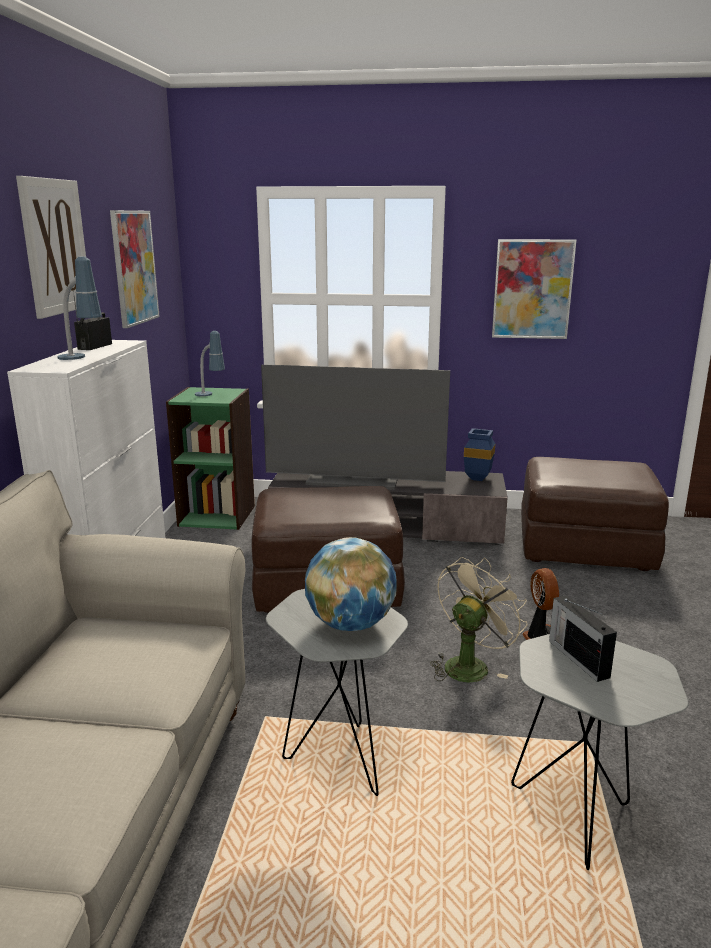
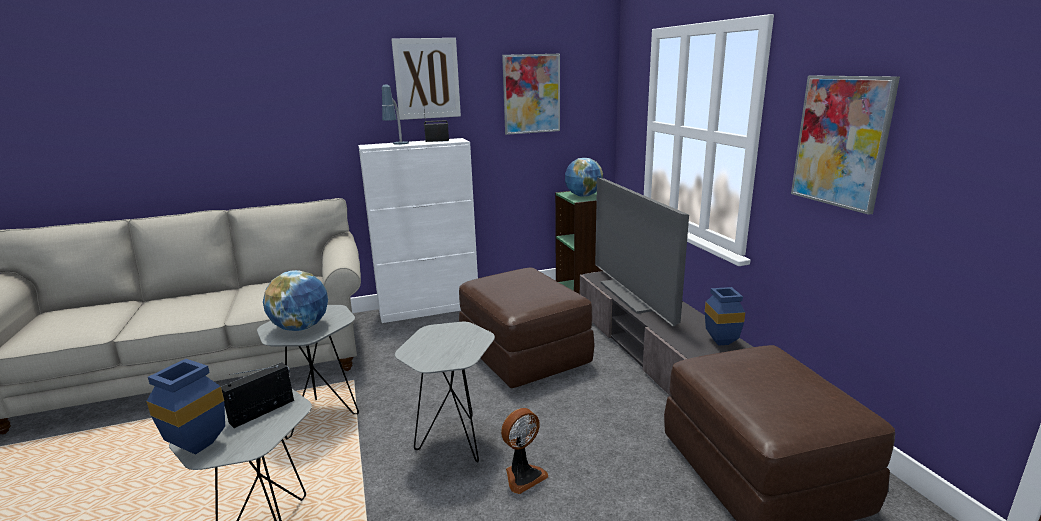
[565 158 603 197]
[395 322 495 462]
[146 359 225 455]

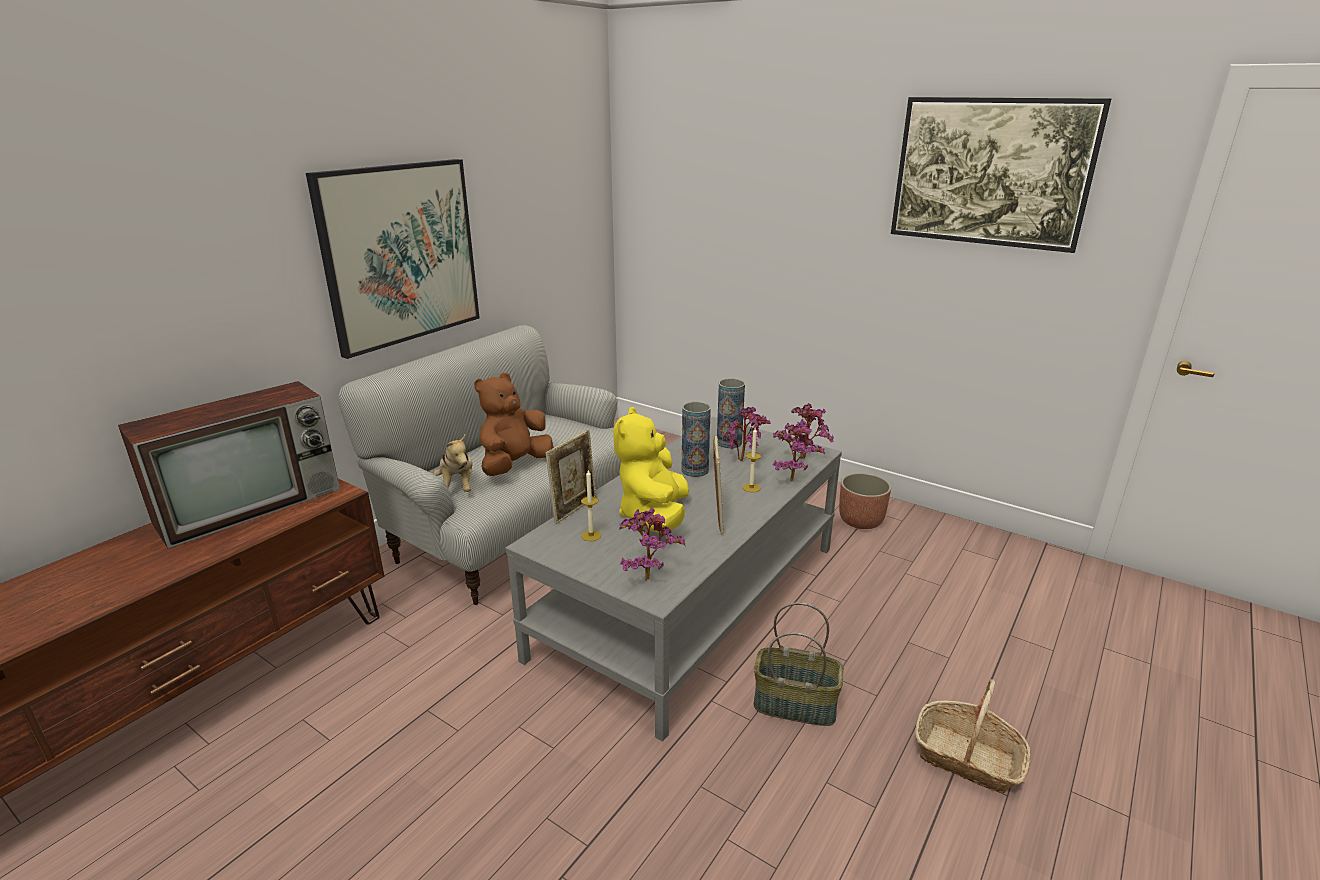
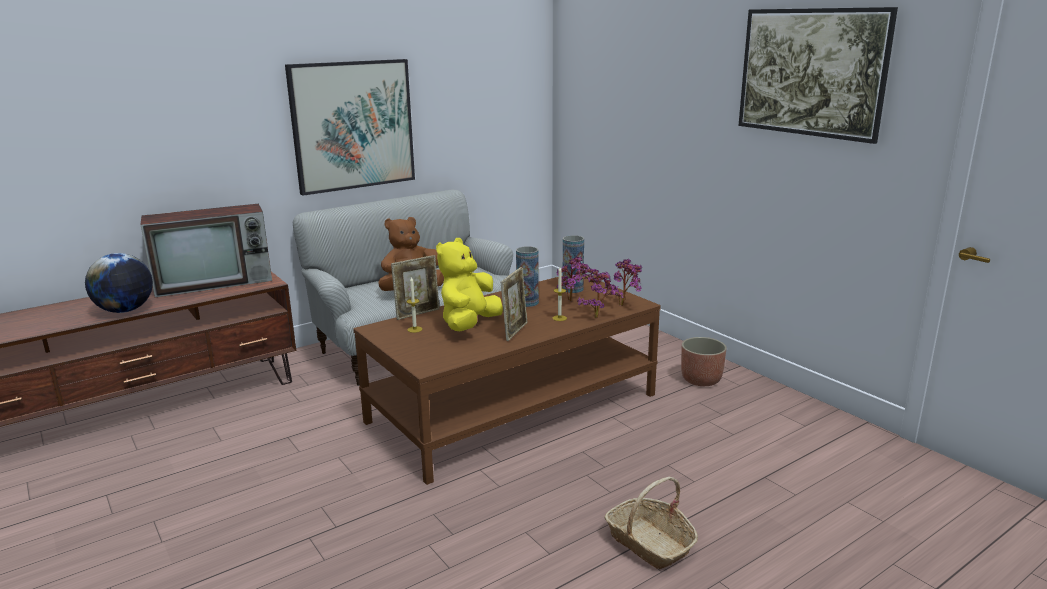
[353 276 661 485]
[434 434 473 492] (first image)
[620 508 685 581] (first image)
[754 602 844 726] (first image)
[85 253 153 313]

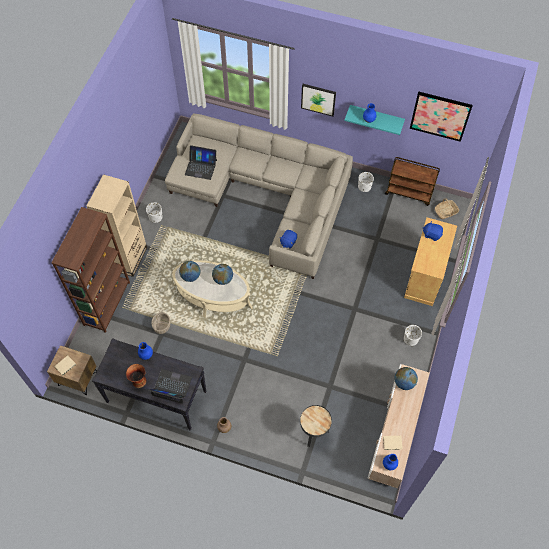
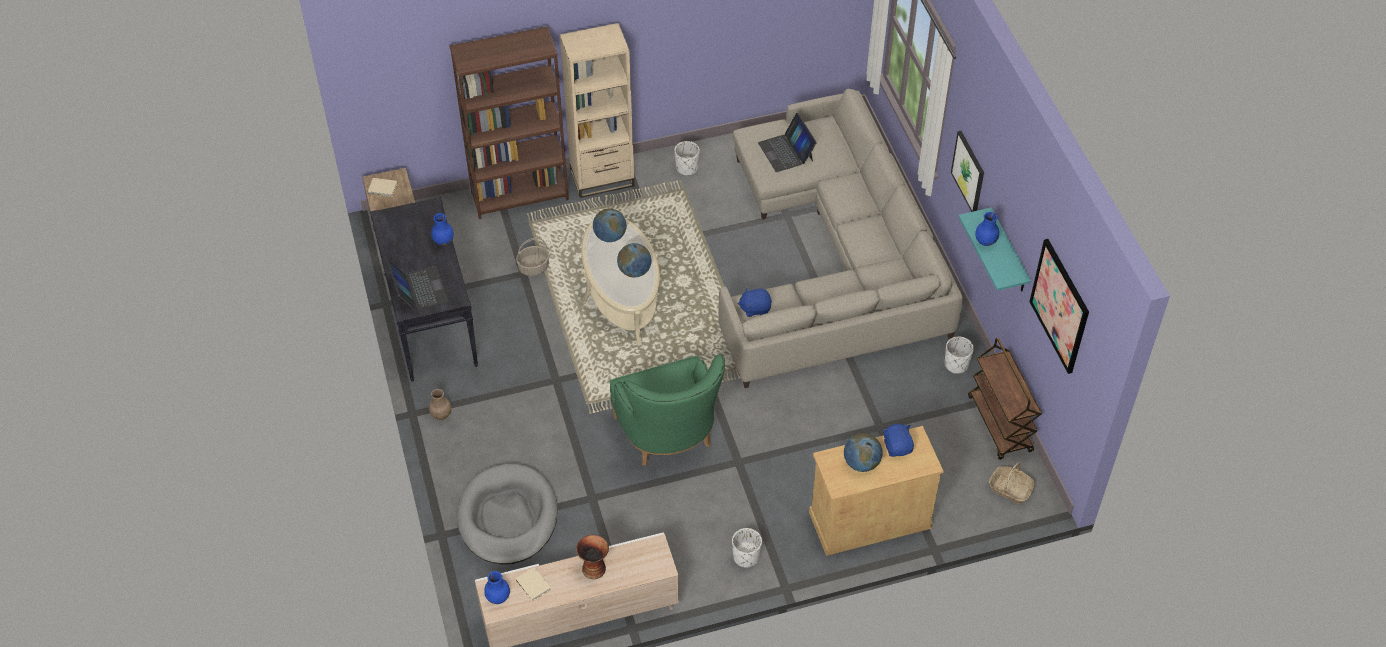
[576 535 609 579]
[844 433 883 472]
[457 464 558 565]
[610 354 725 466]

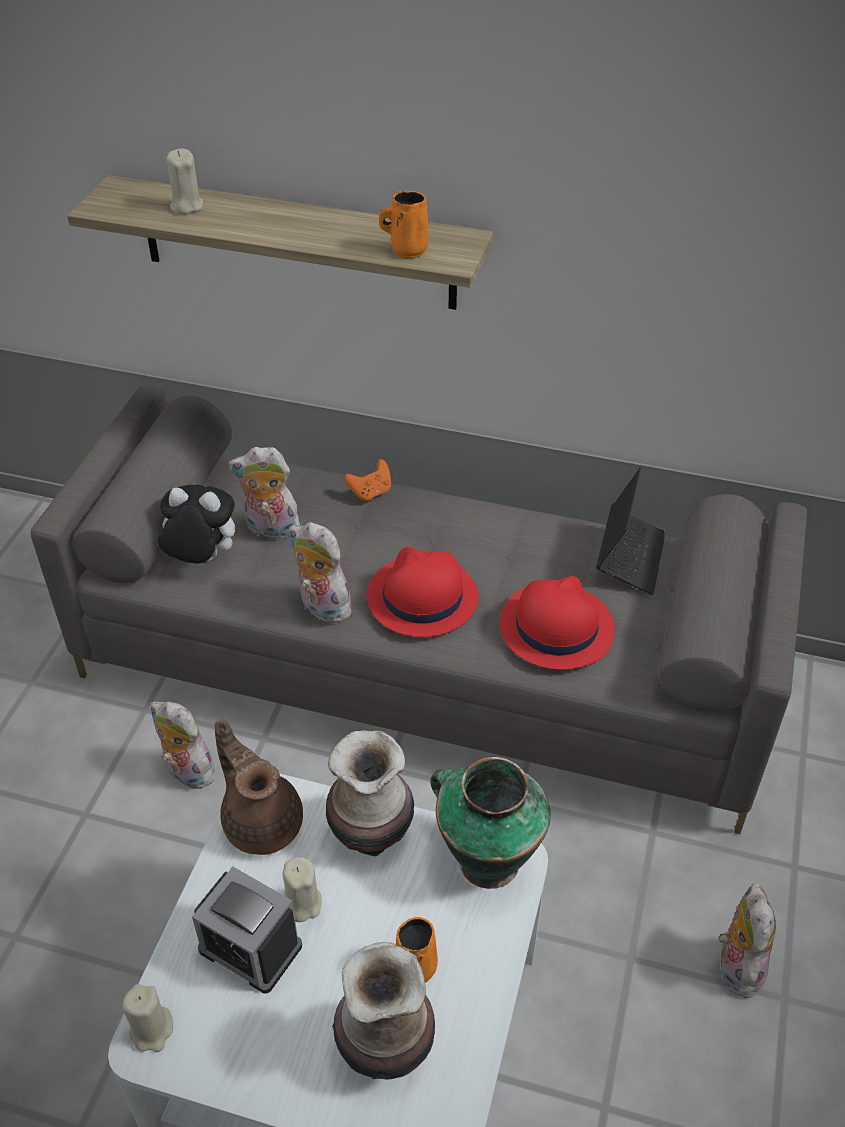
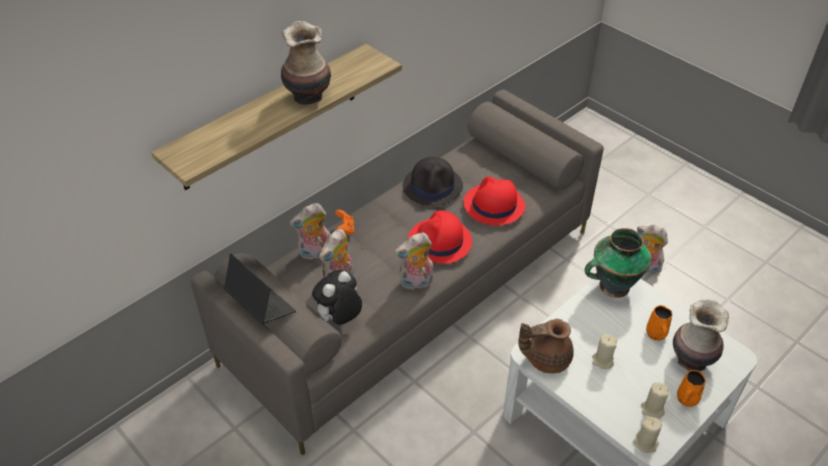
[641 382 669 418]
[677 370 706 407]
[223 254 296 324]
[289 203 330 260]
[281 21 331 105]
[192 866 302 993] (first image)
[403 157 463 206]

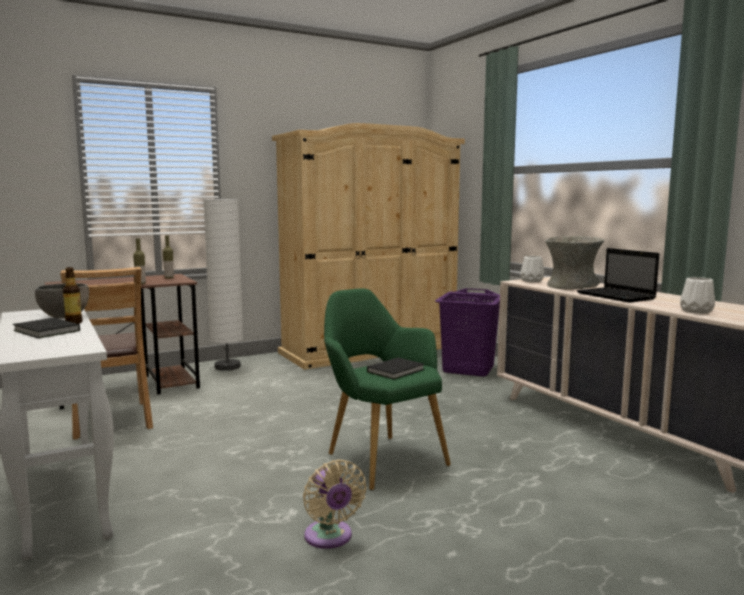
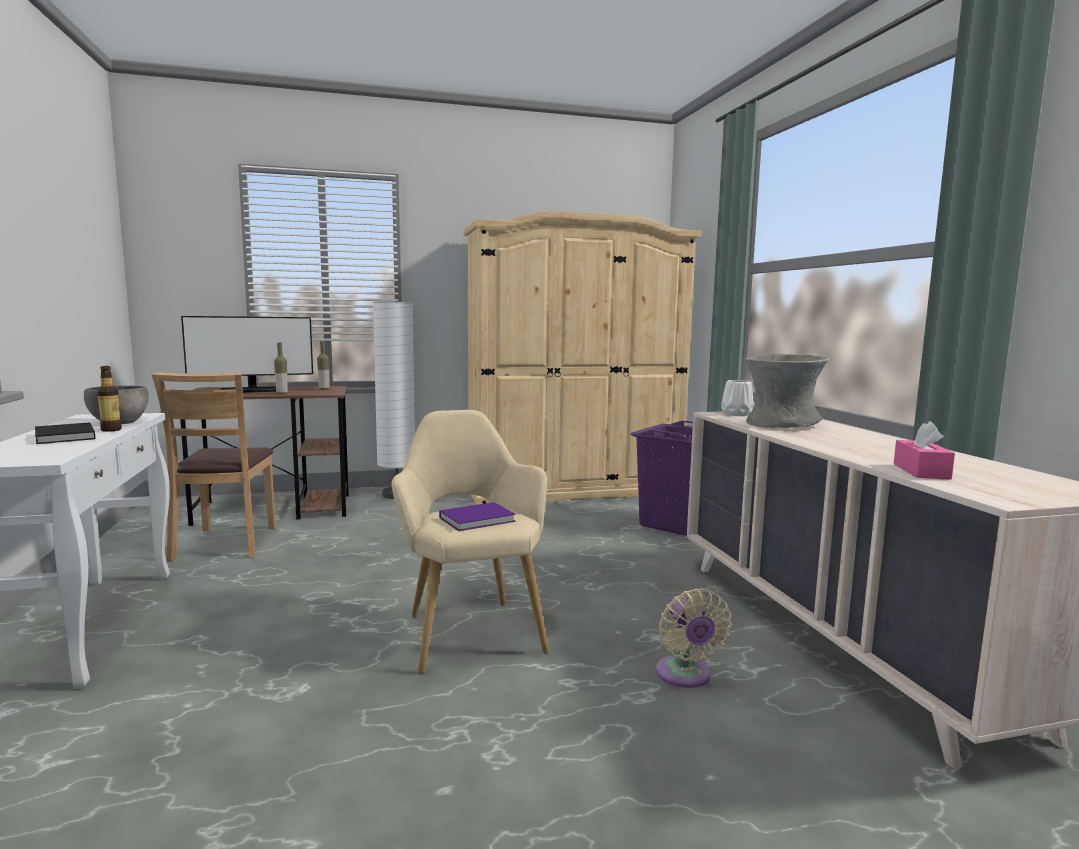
[577 248 659 303] (first image)
[894 421 955 480]
[391 410 549 674]
[439 502 516 531]
[656 588 732 688]
[181 316 313 393]

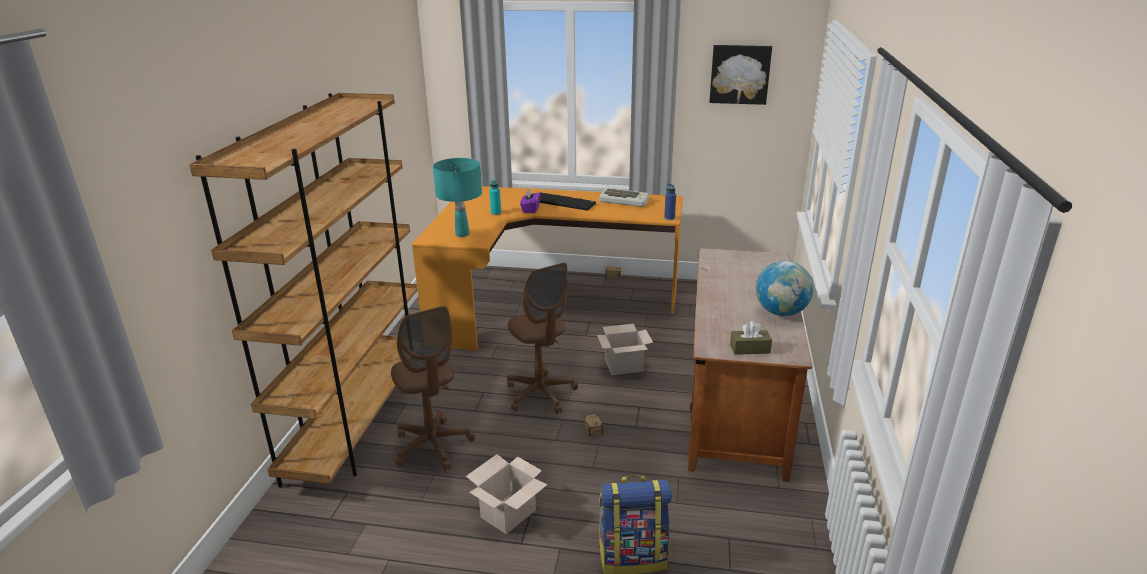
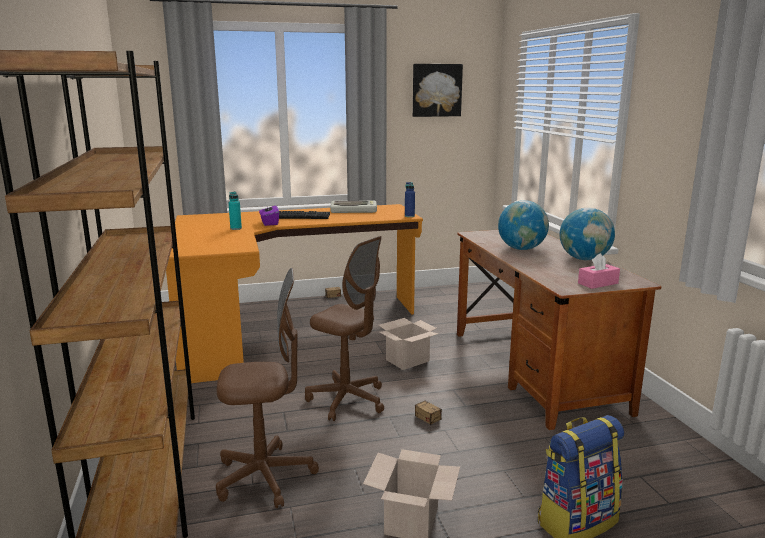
[433 158 482 237] (first image)
[216 268 319 508]
[578 253 620 289]
[498 200 549 250]

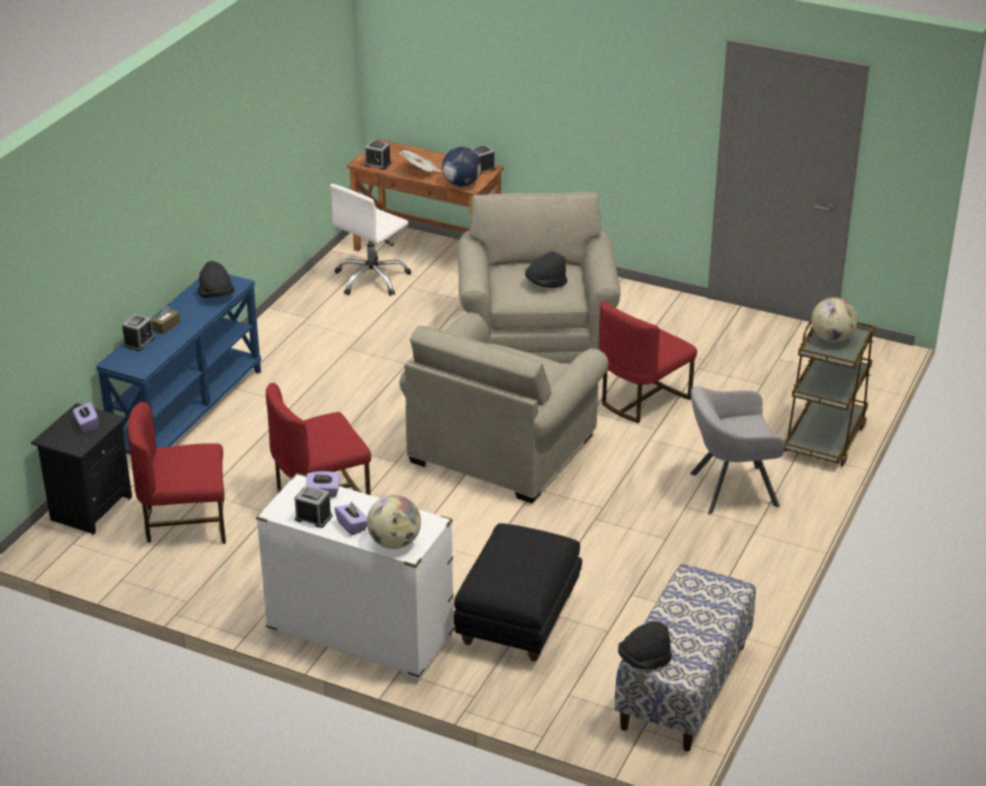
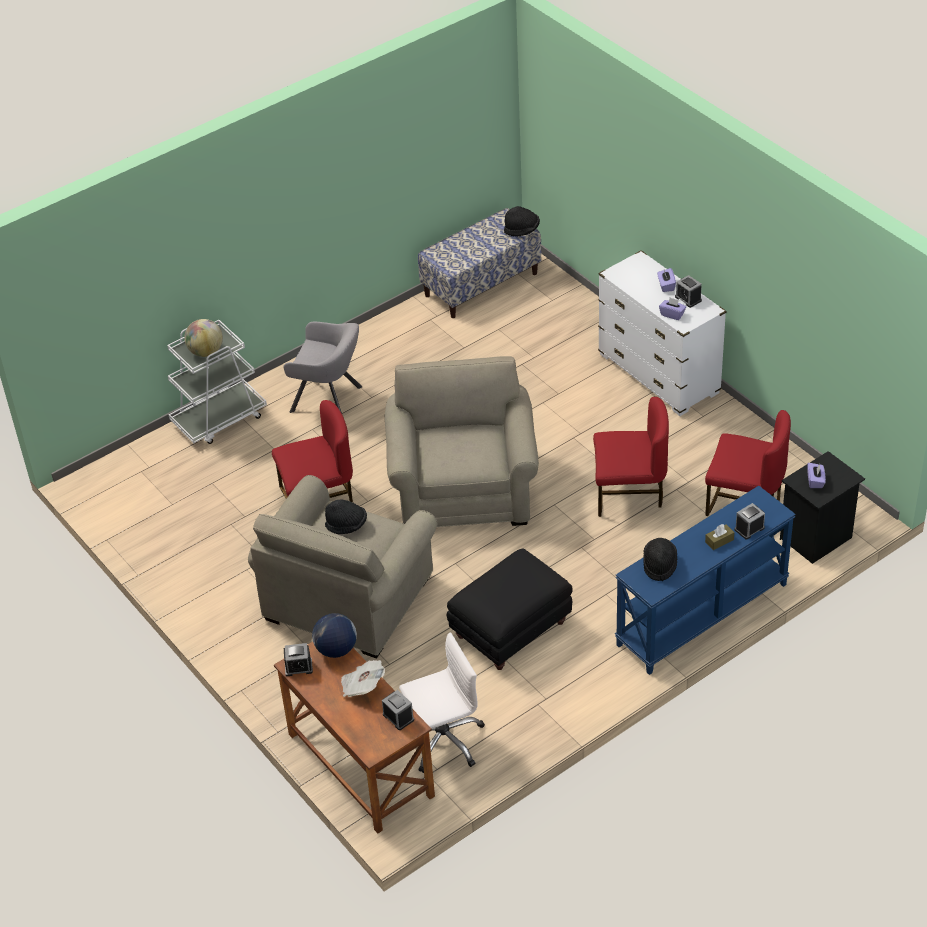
[385 356 539 527]
[167 320 267 444]
[367 495 421 549] (first image)
[447 549 573 670]

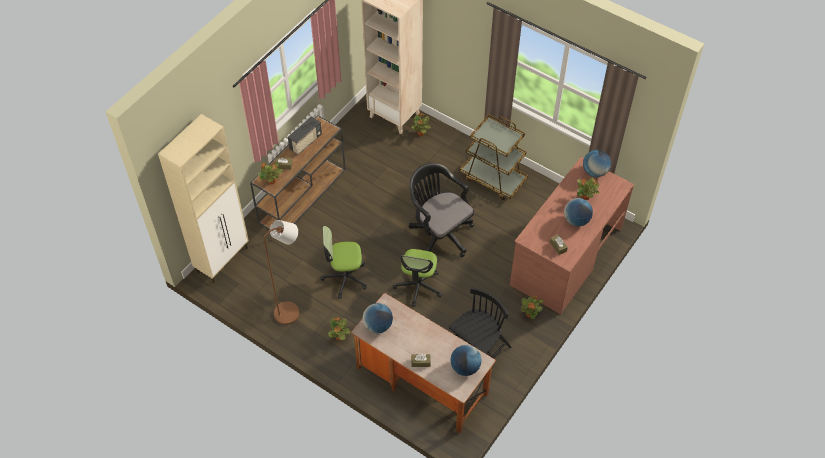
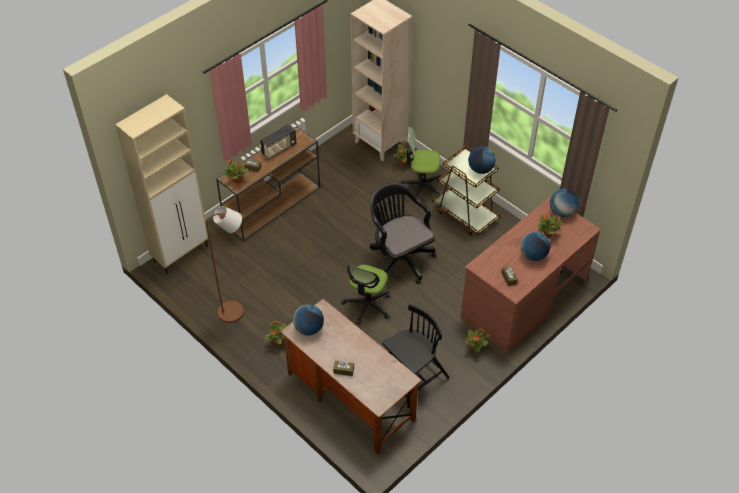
[399 127 442 202]
[468 147 496 174]

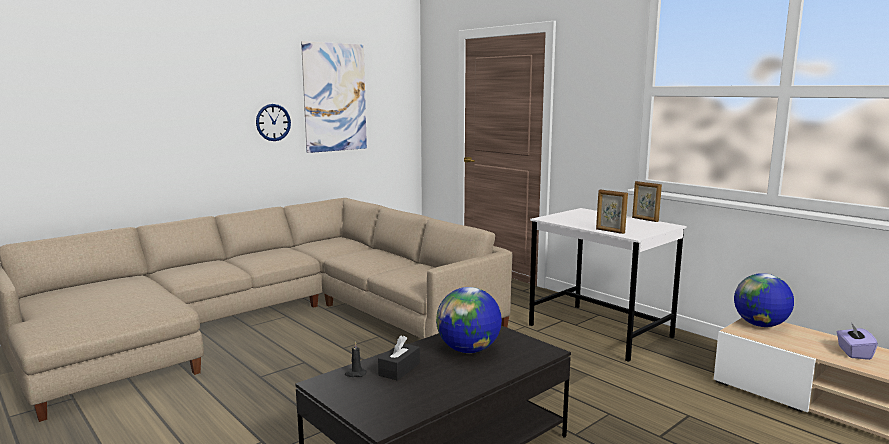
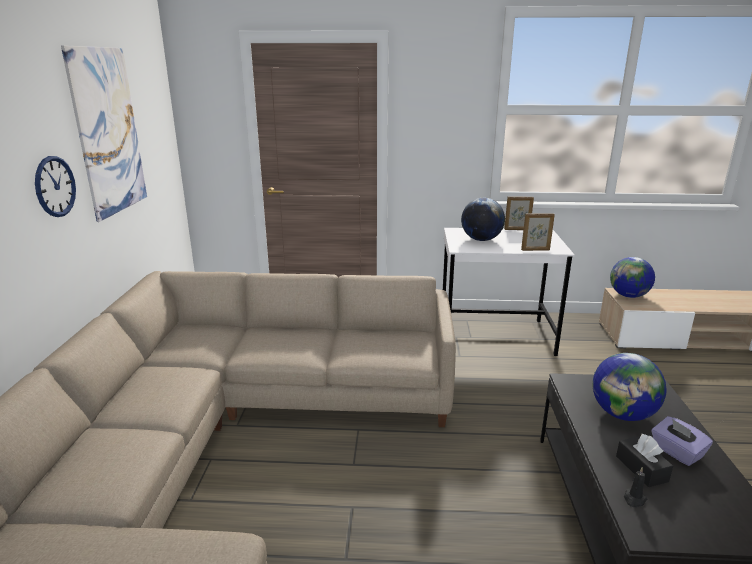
[651 416 713 466]
[461 198 505 241]

